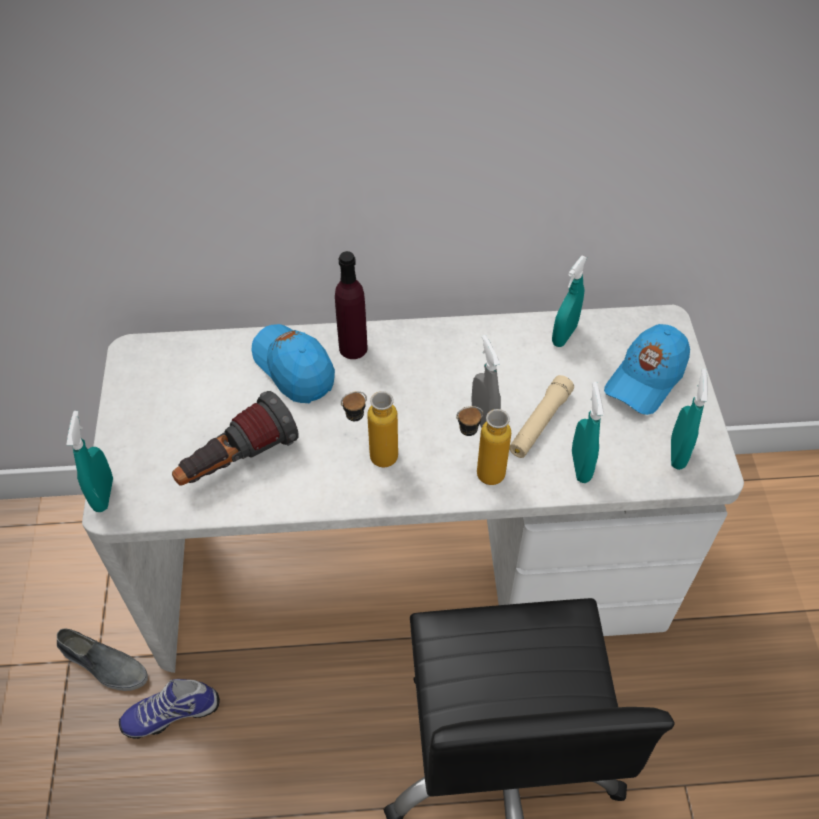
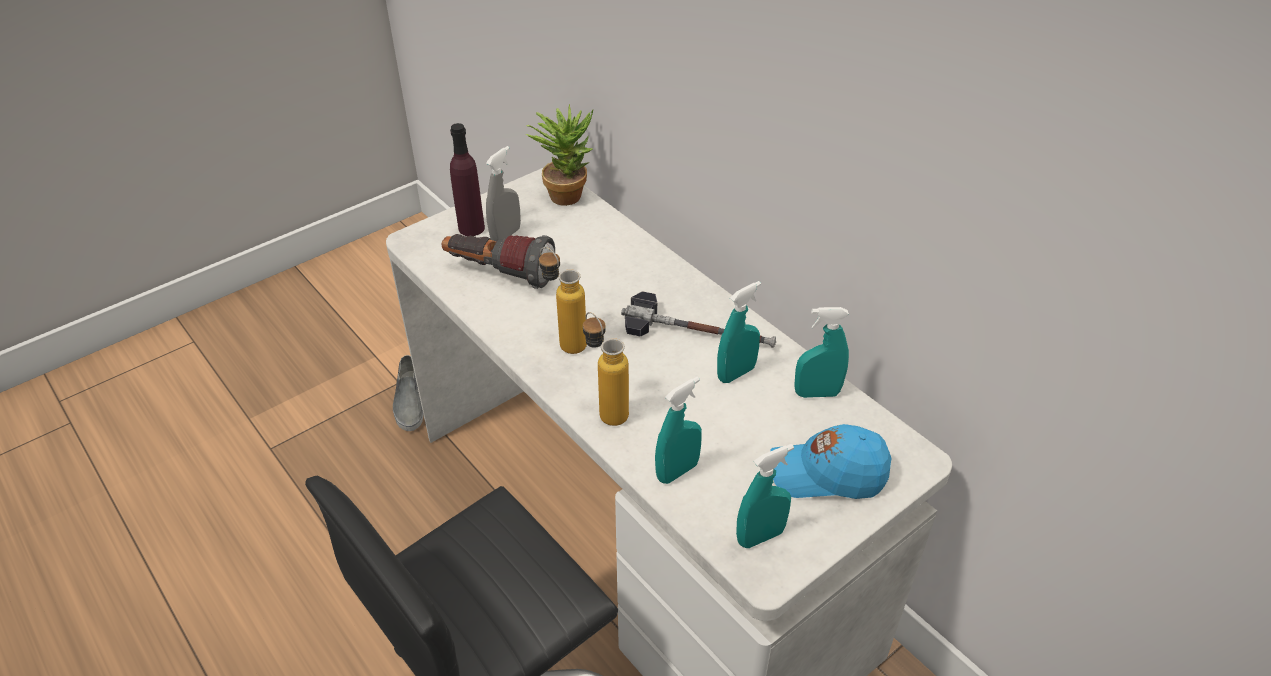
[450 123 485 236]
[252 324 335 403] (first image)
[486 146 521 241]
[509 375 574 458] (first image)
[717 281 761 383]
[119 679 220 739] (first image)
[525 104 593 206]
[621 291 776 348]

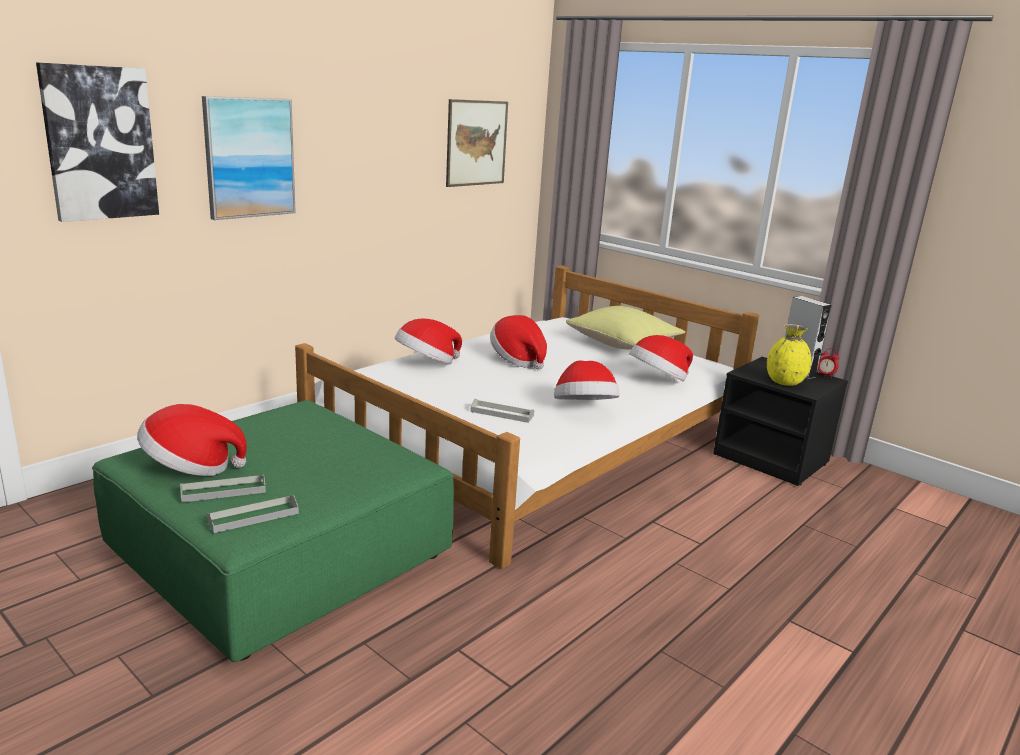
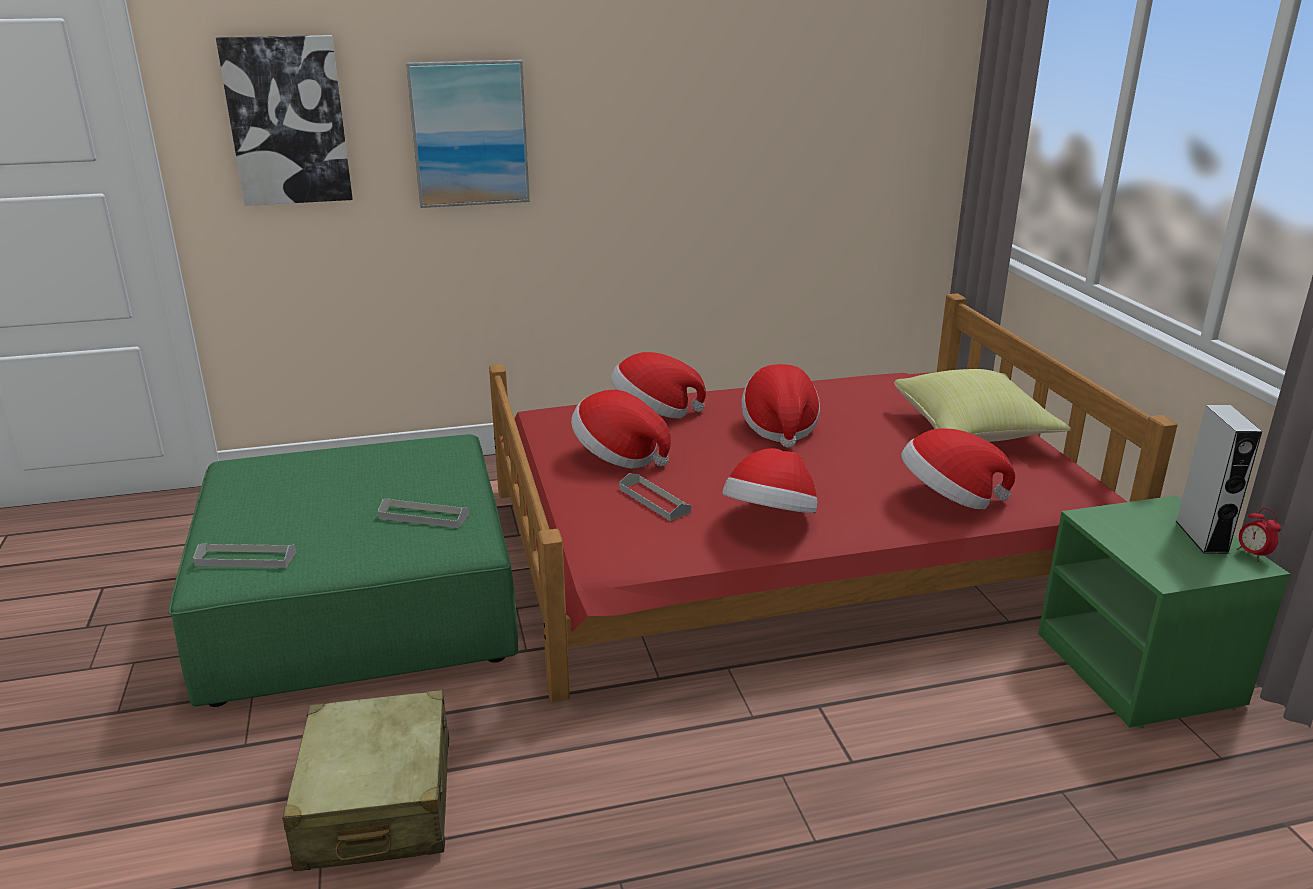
[446 99 508 187] (first image)
[489 293 1178 702]
[767 324 811 386] (first image)
[1038 496 1290 728]
[571 390 671 469]
[378 498 469 528]
[282 690 449 871]

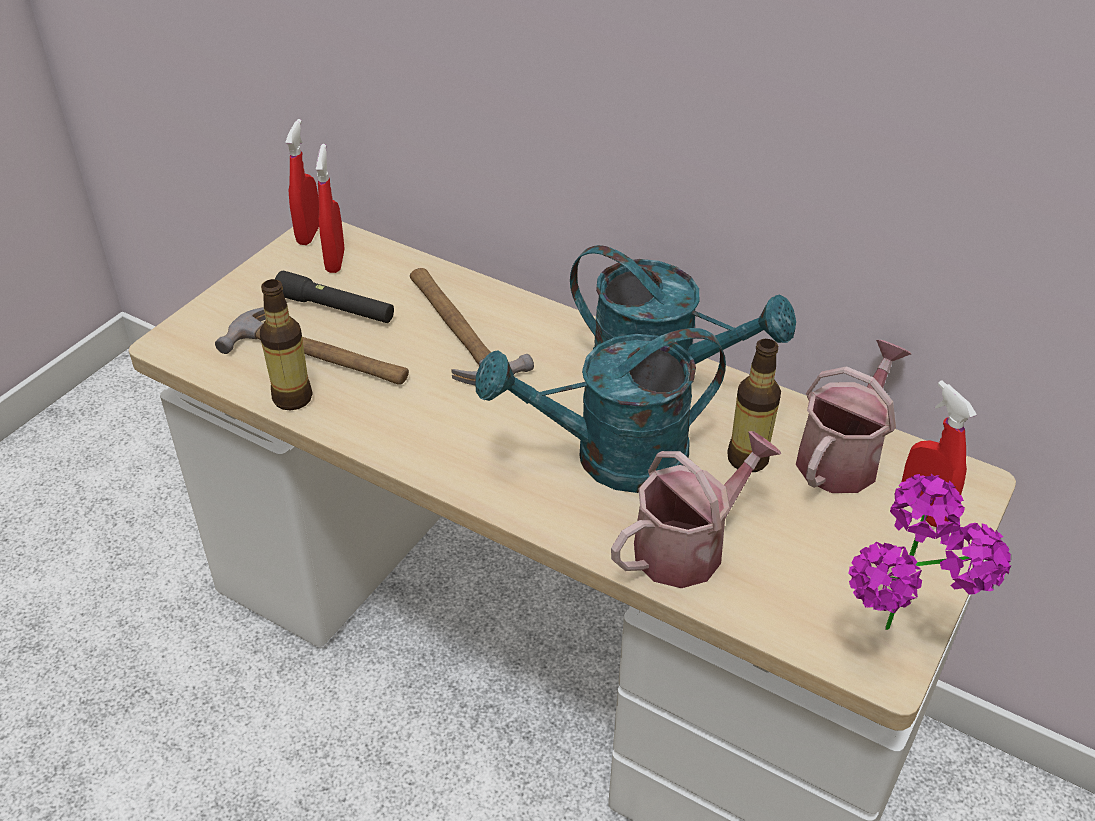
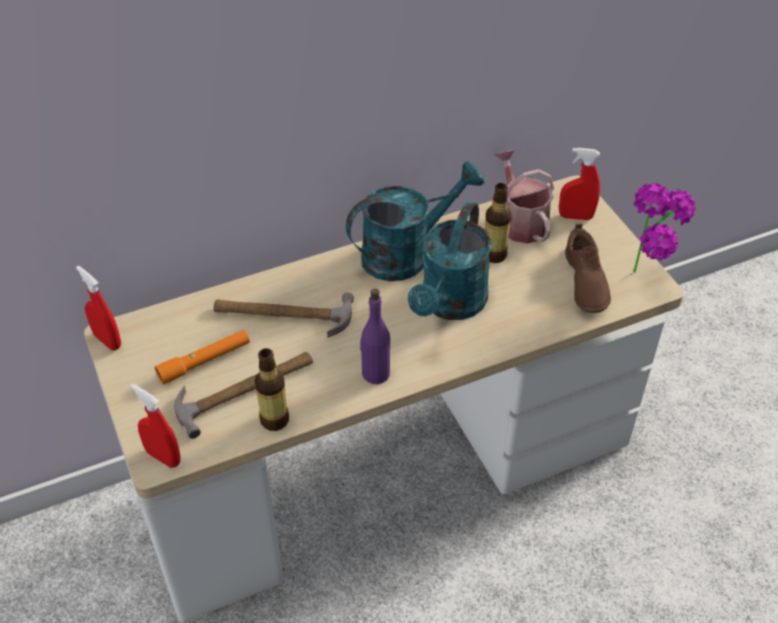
[131 384 180 468]
[155 330 250 385]
[611 431 782 588] (first image)
[565 224 611 313]
[360 288 390 384]

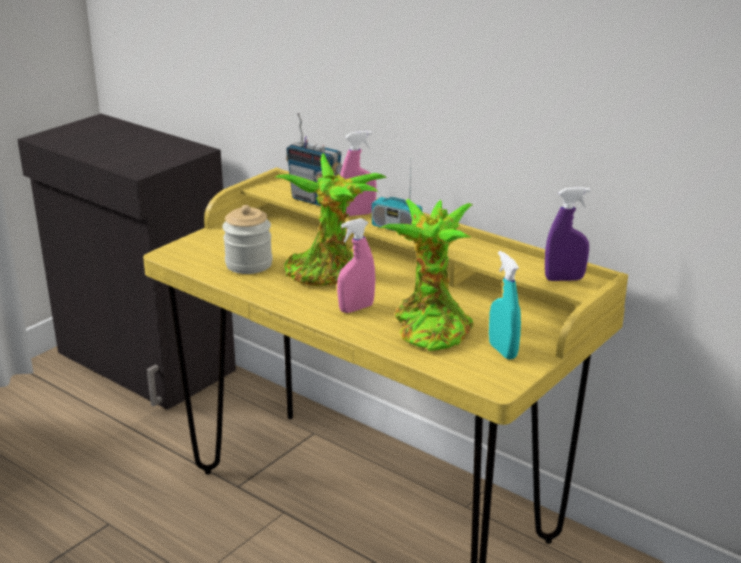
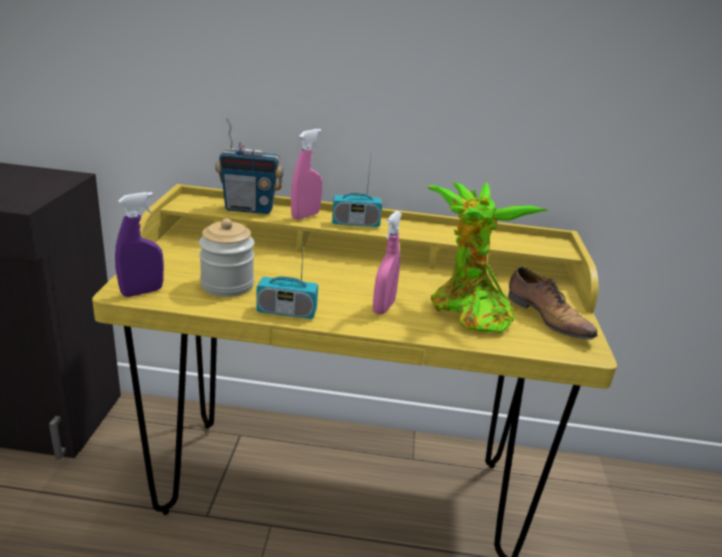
[275 153 388 286] (first image)
[115 192 164 297]
[508 267 598 340]
[256 233 318 319]

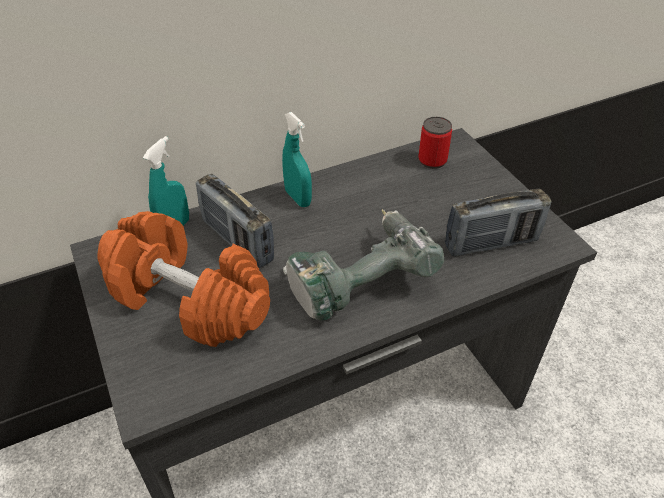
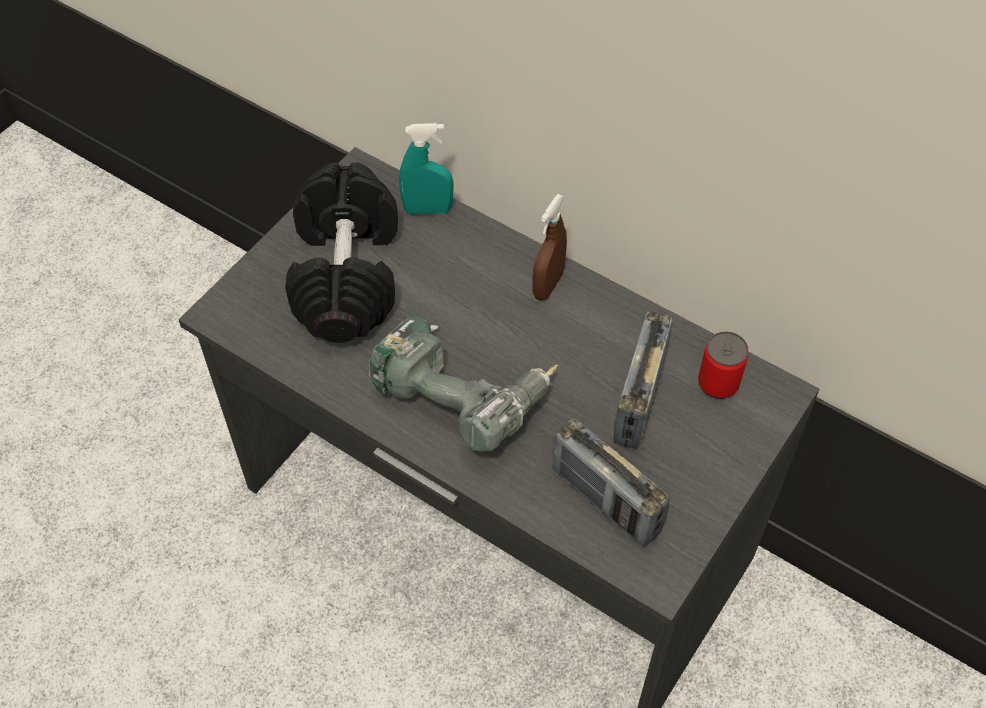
[532 194 567 301]
[613 311 672 449]
[285 162 398 343]

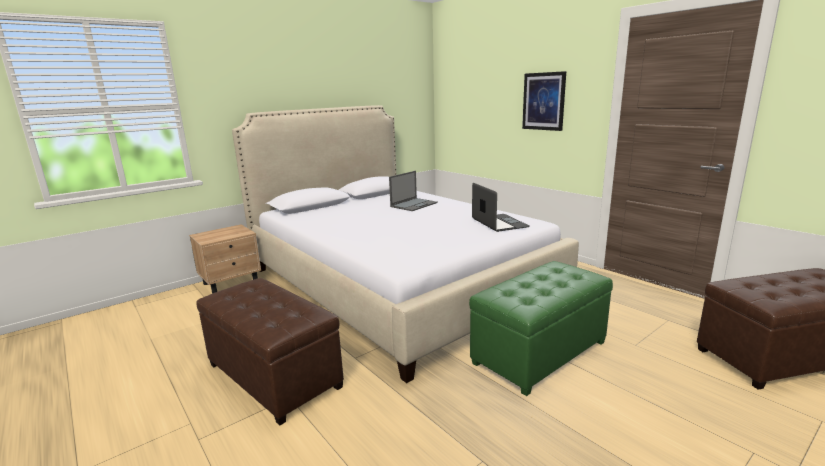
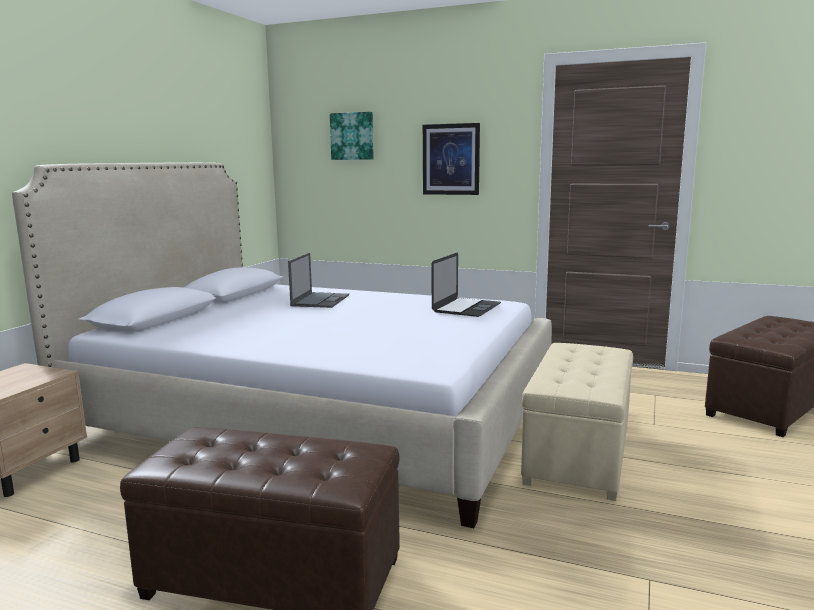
[432 253 501 317]
[521 343 633 501]
[330 112 374 160]

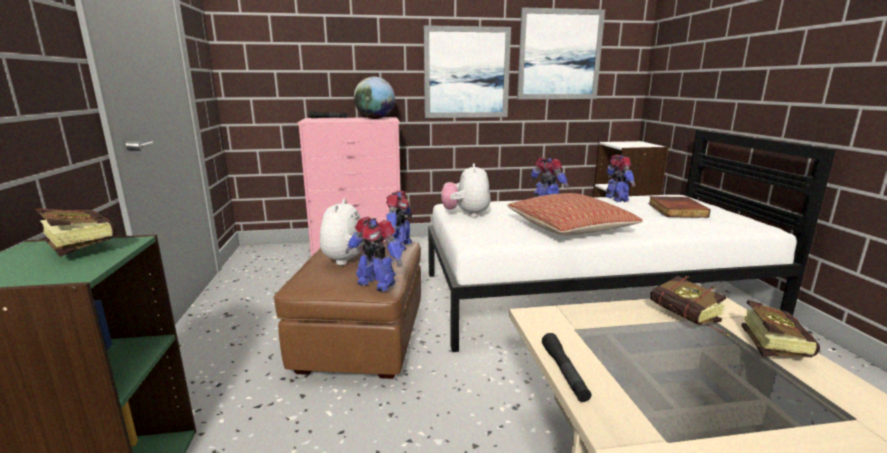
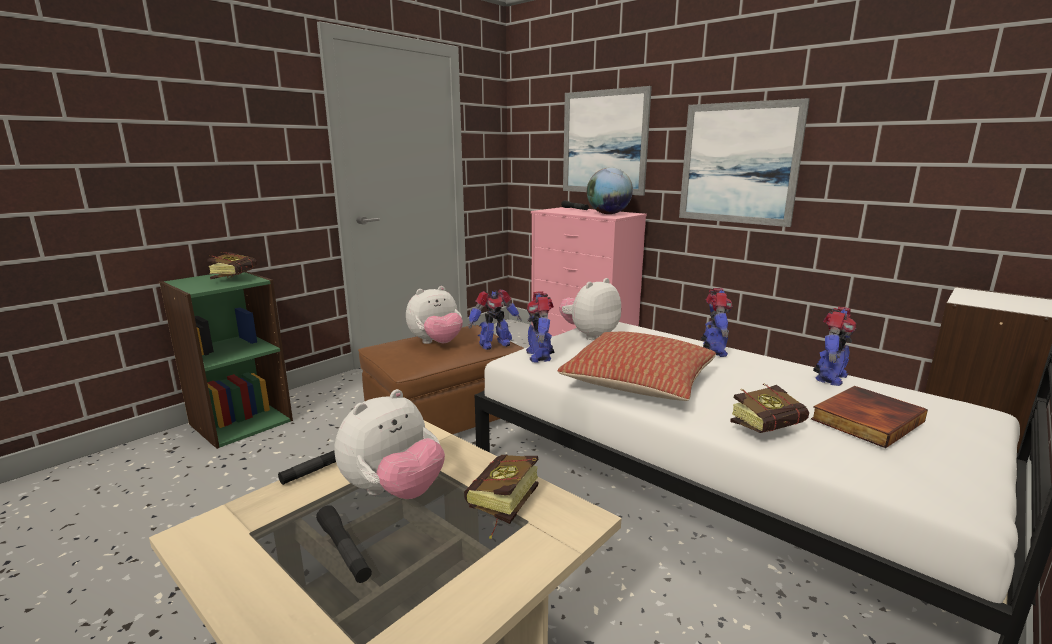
[563 86 652 196]
[526 291 554 363]
[731 384 809 433]
[334 389 445 499]
[316 505 372 583]

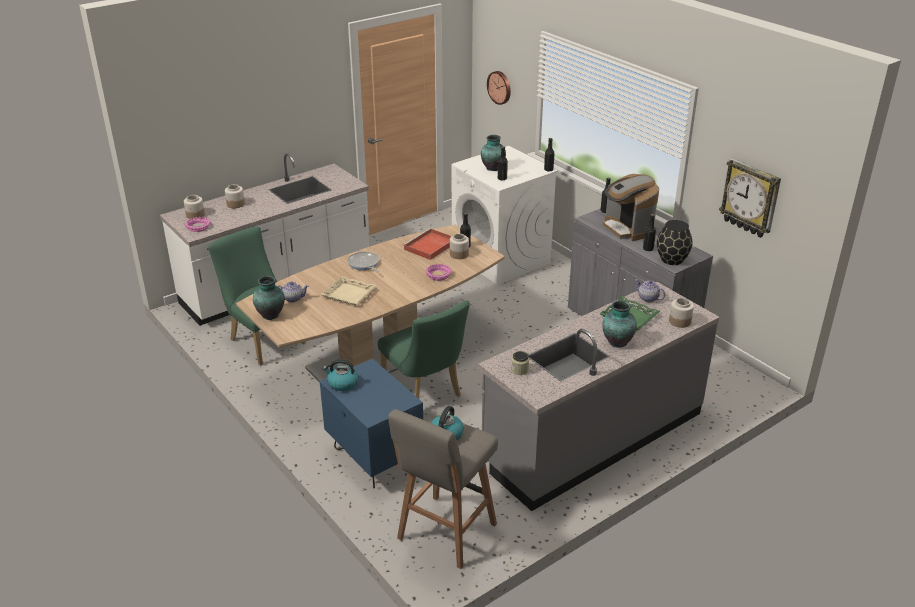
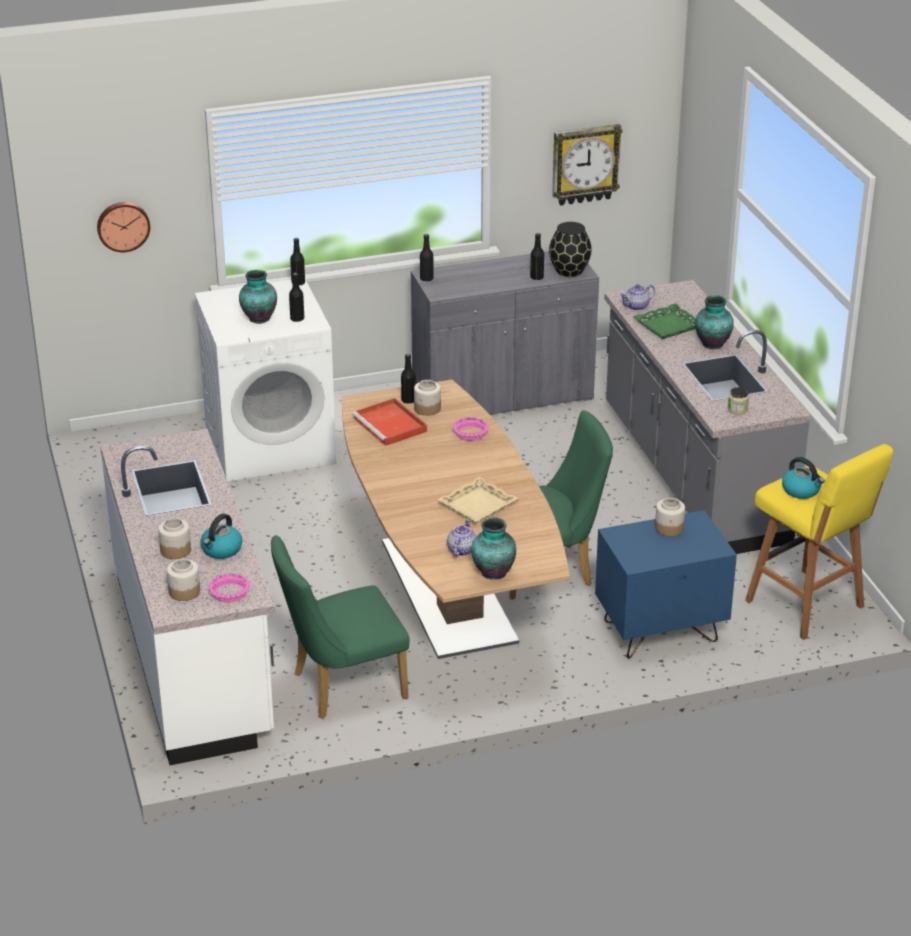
[603 174 659 241] (first image)
[347 252 380 273] (first image)
[655 498 685 536]
[200 513 242 559]
[745 444 894 640]

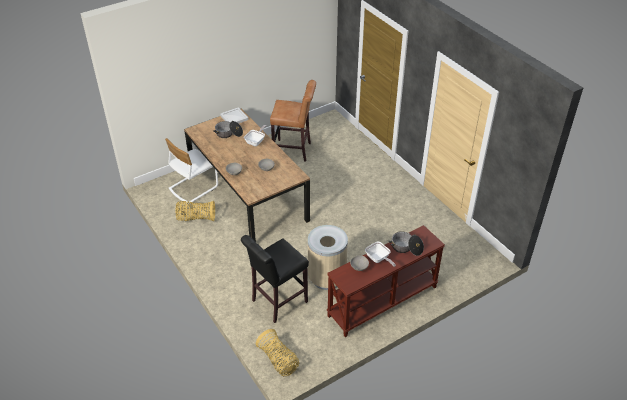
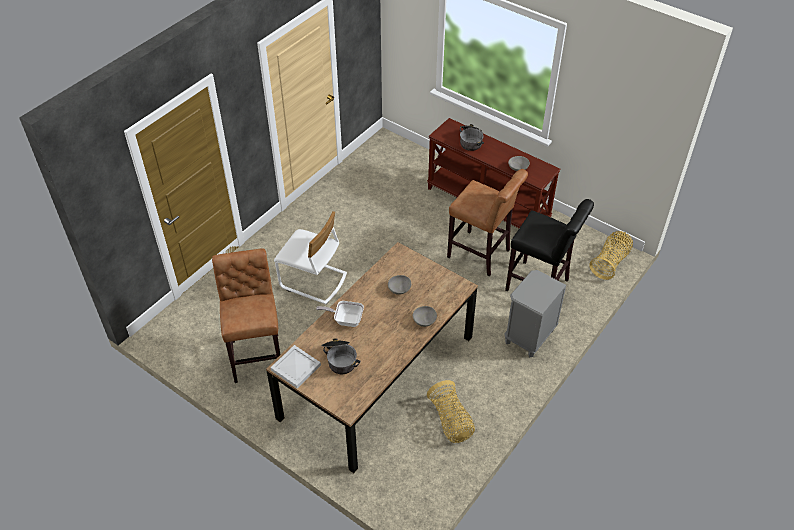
[274 211 347 304]
[447 169 528 277]
[365 241 396 267] (first image)
[504 270 567 357]

